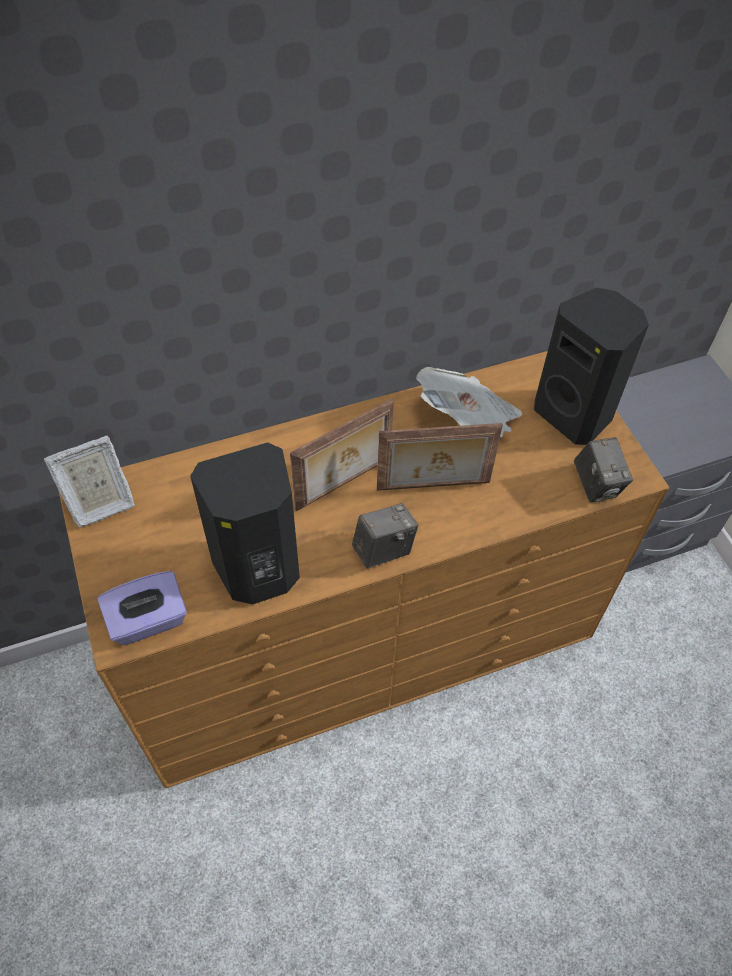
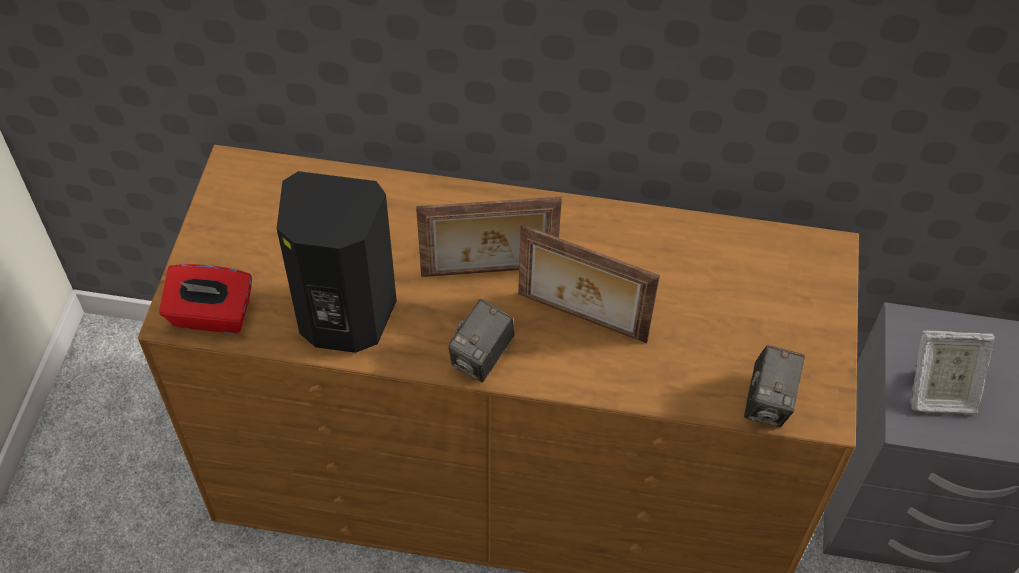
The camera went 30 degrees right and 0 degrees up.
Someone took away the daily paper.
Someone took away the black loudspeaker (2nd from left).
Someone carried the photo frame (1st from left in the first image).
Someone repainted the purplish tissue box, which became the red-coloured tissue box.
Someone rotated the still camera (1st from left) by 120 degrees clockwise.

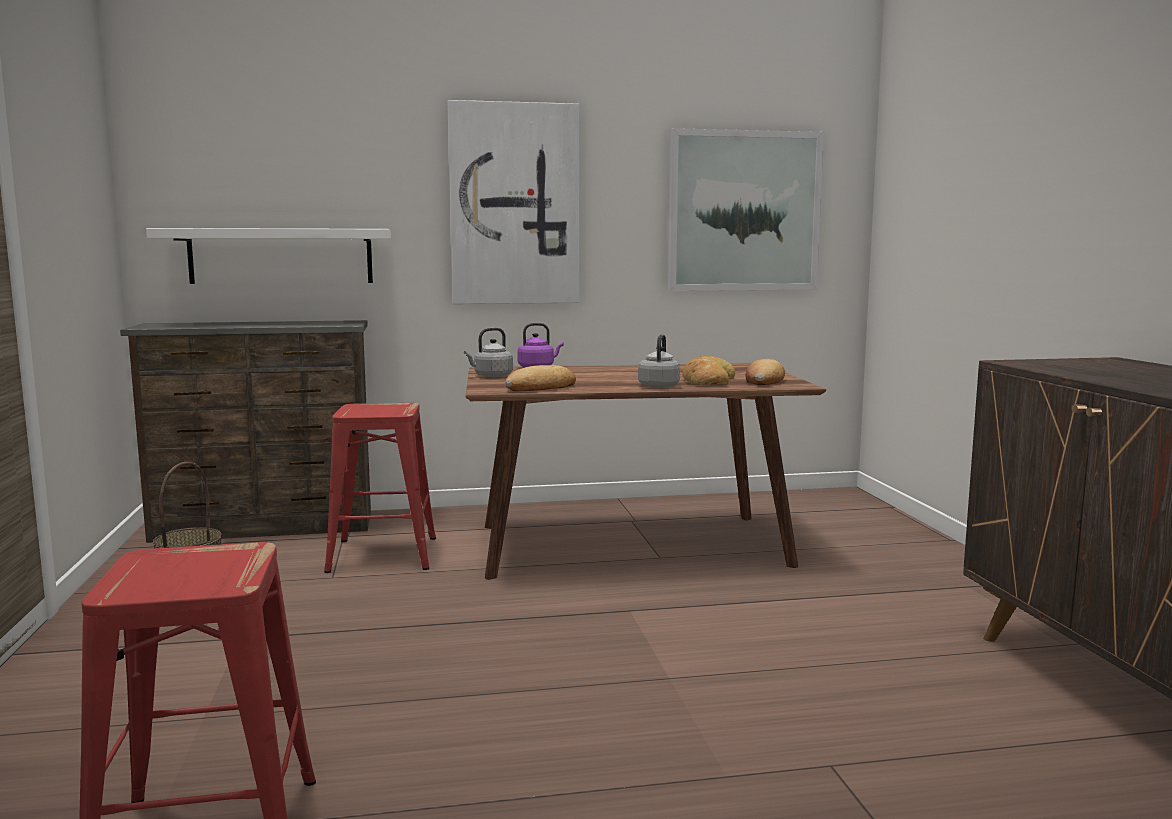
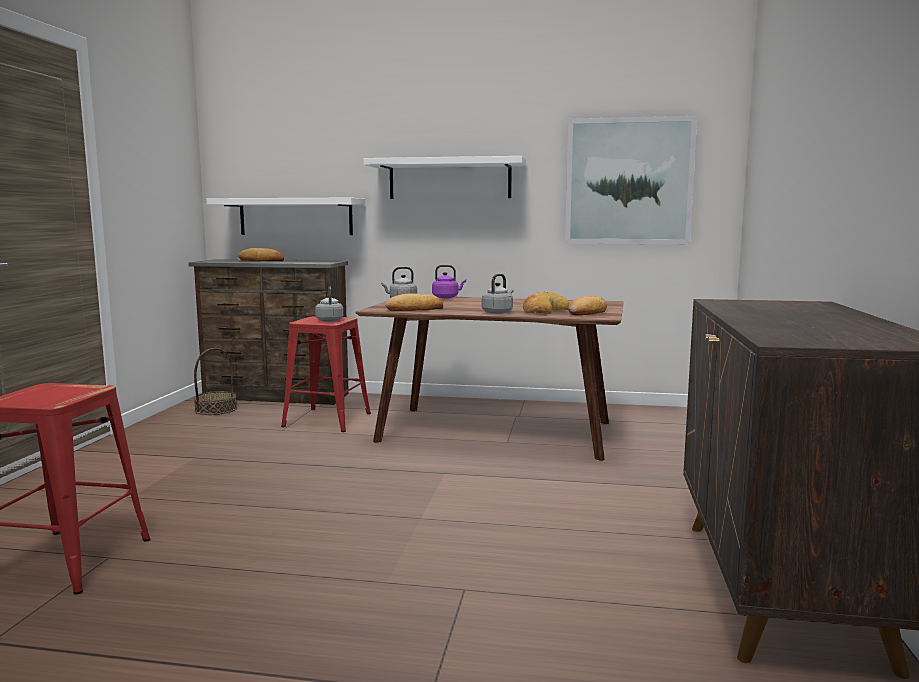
The camera went 20 degrees right and 0 degrees up.
Someone put down the bakery bread (1st from left).
Someone put down the gray tea kettle (1st from left).
Someone swapped the picture (1st from left) for the white wall shelf (2nd from left).

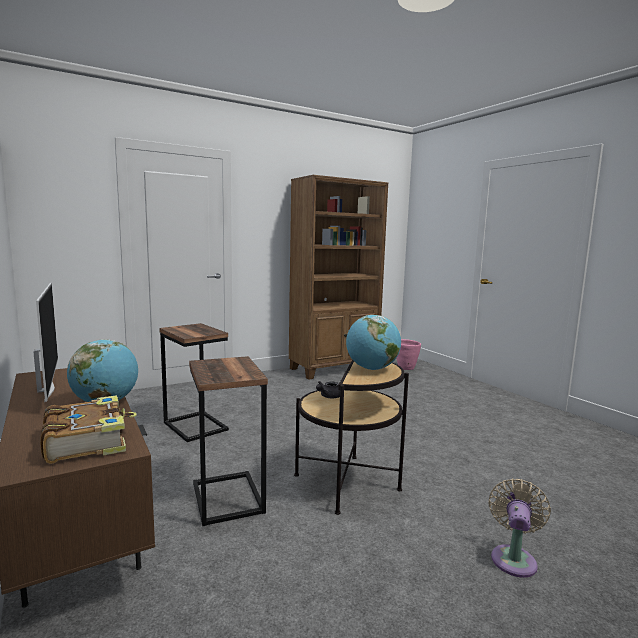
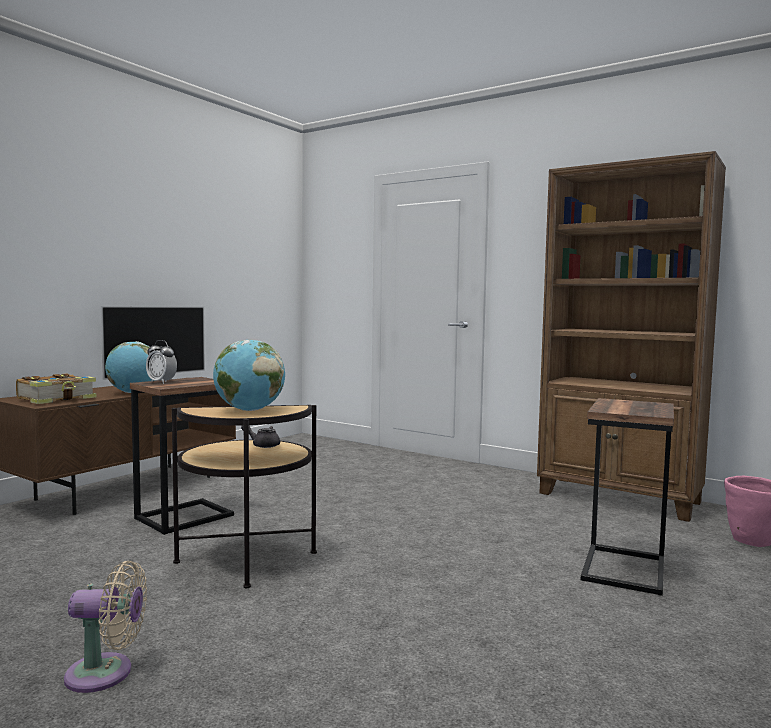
The camera went 65 degrees right and 5 degrees down.
Someone put down the alarm clock.
Someone carried the accent table (1st from left in the first image).

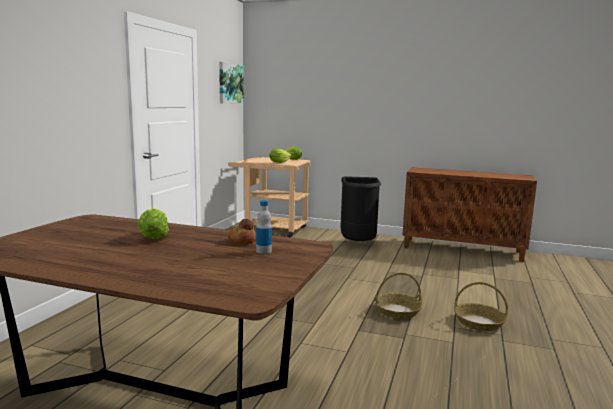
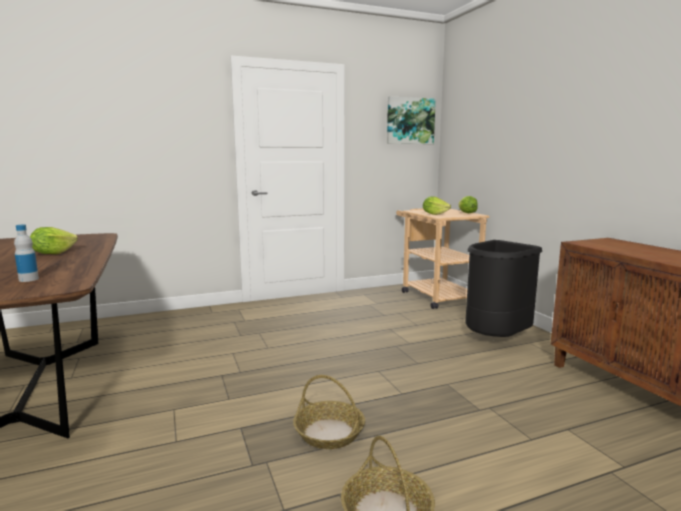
The camera went 50 degrees right and 0 degrees up.
Someone took away the bakery bread.

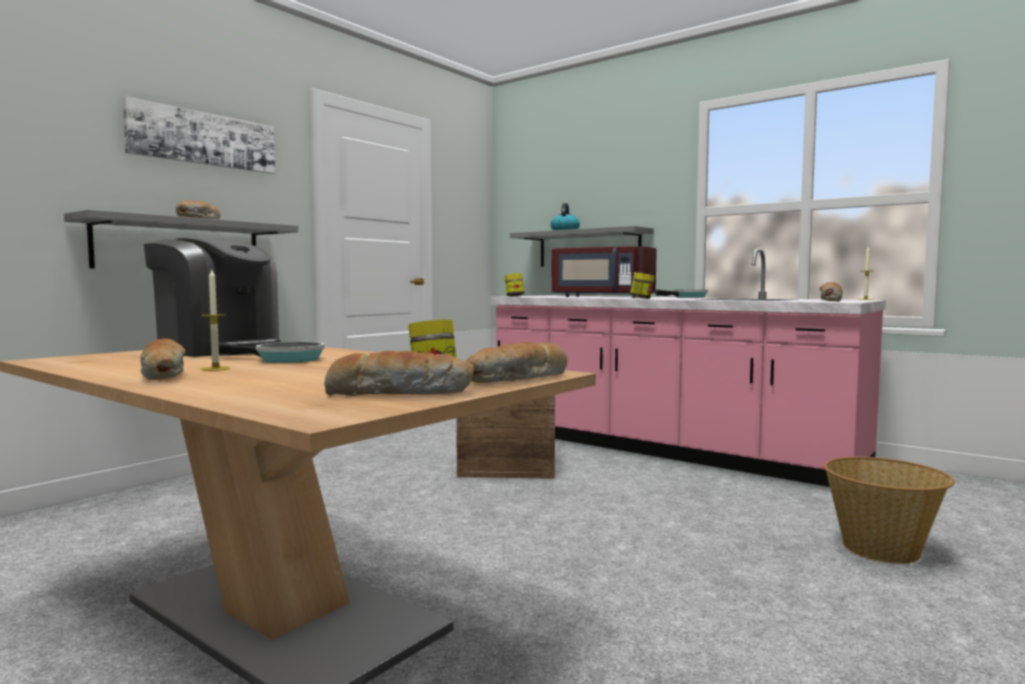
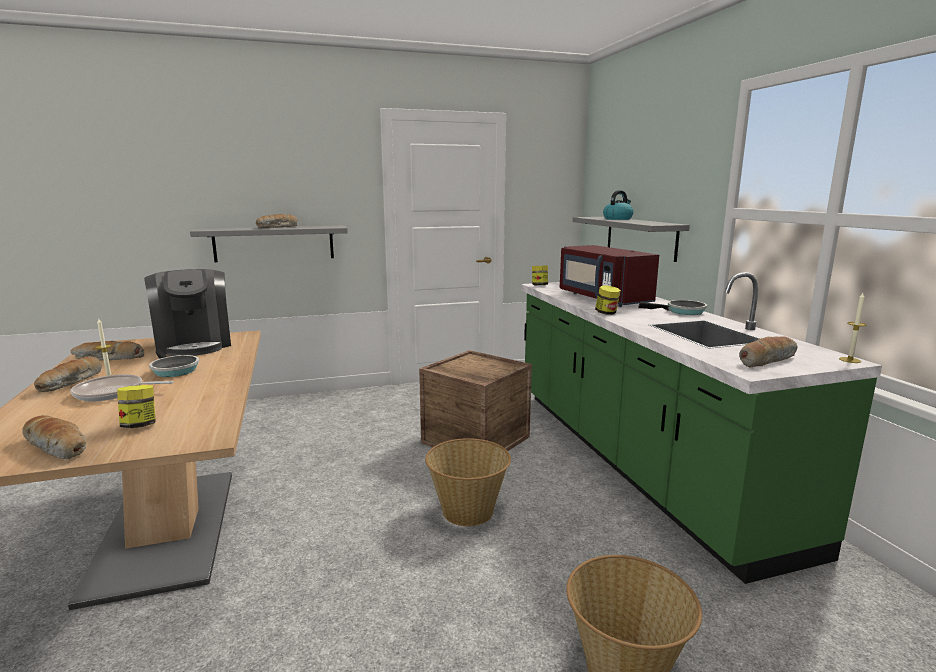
The camera went 35 degrees right and 10 degrees up.
Someone took away the picture.
Someone put down the skillet (1st from left).
Someone put down the storage basket (1st from left).
Someone carried the bakery bread (4th from left in the first image).
Someone repainted the pinkish counter, which became the green-coloured counter.

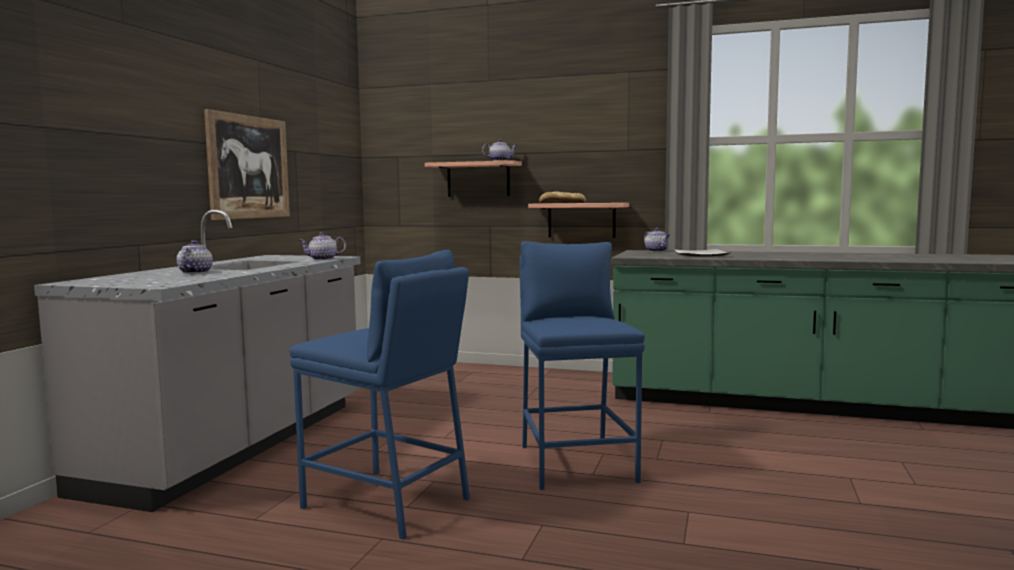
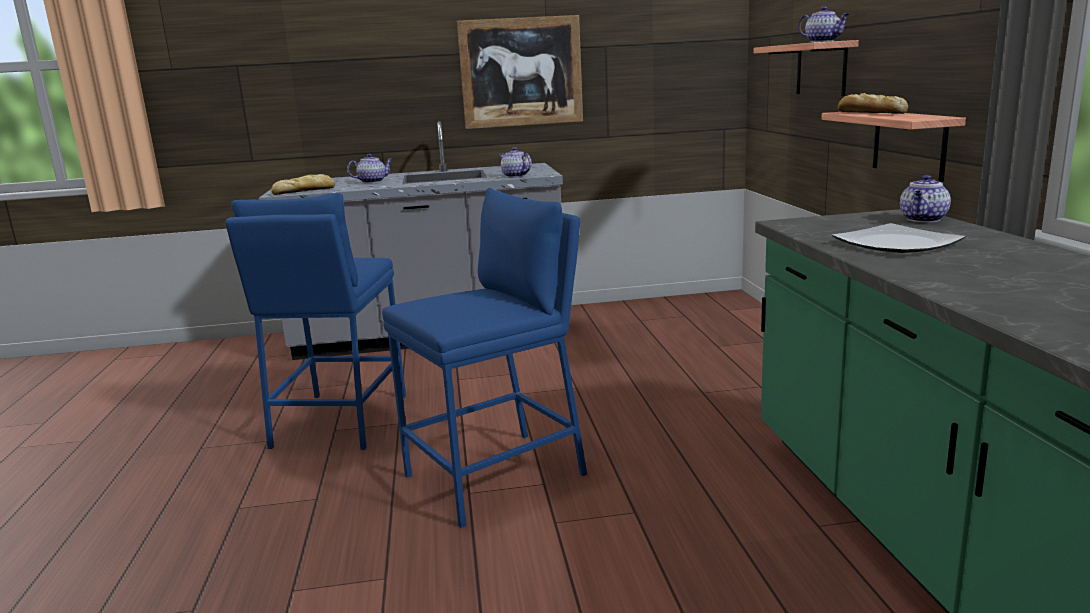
The camera went 65 degrees right and 10 degrees up.
Someone put down the bakery bread (1st from left).

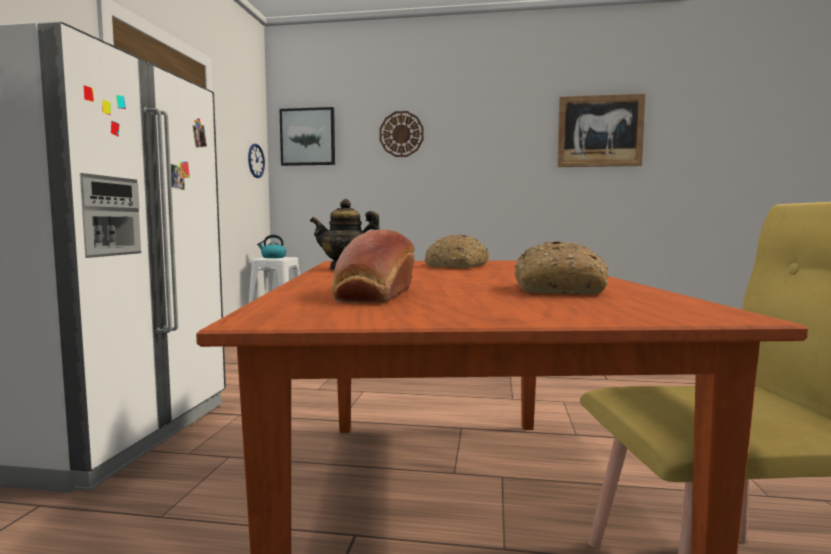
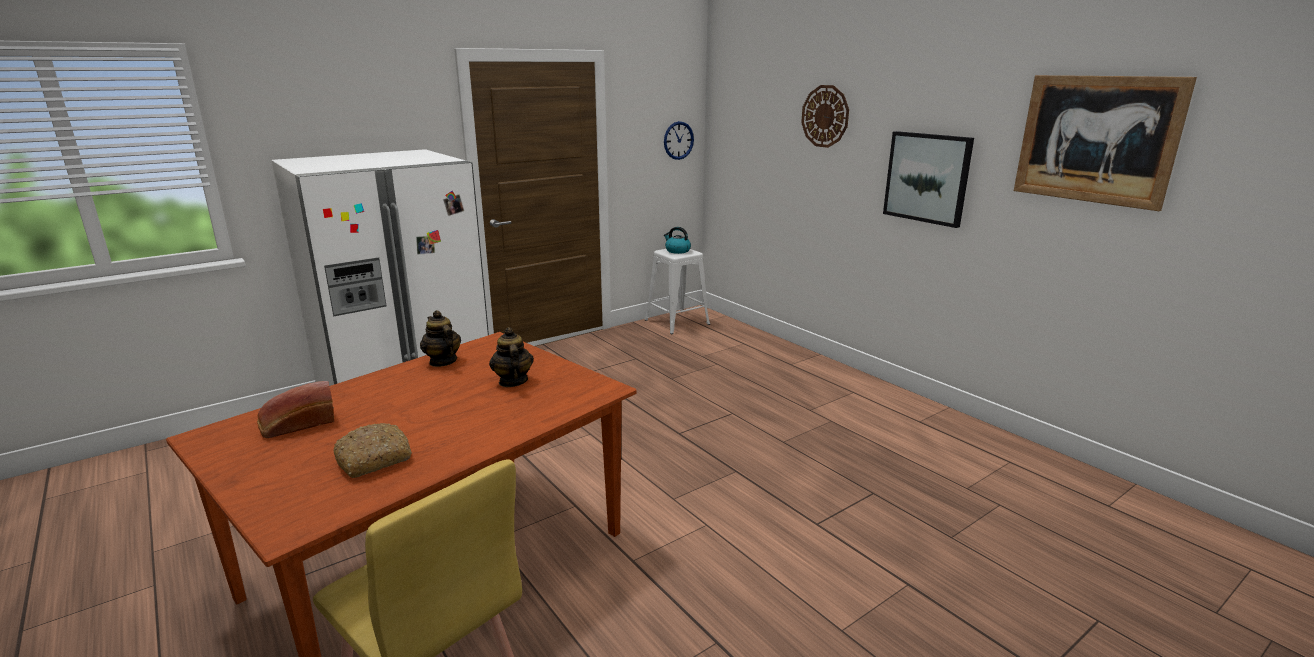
The camera went 45 degrees right and 15 degrees up.
Someone carried the picture (1st from left).
Someone swapped the bakery bread (2nd from left) for the tea pot (2nd from left).

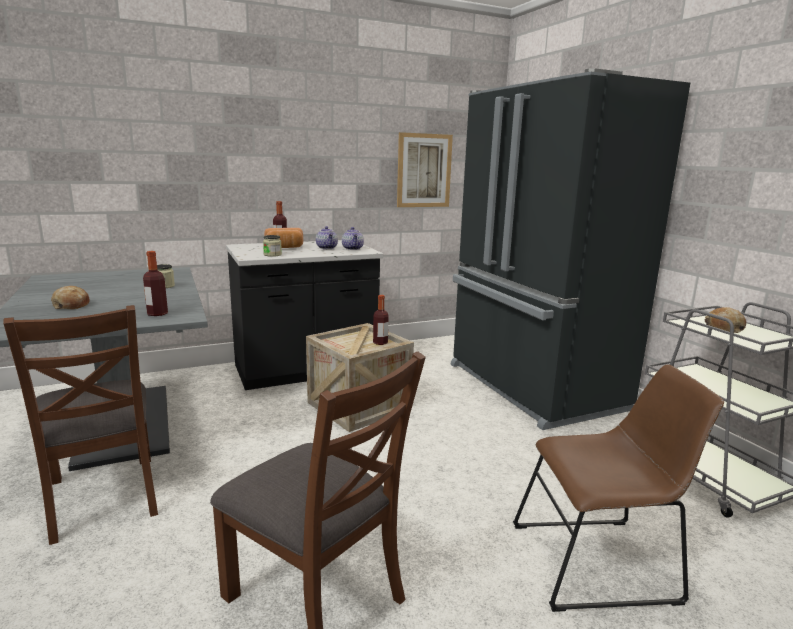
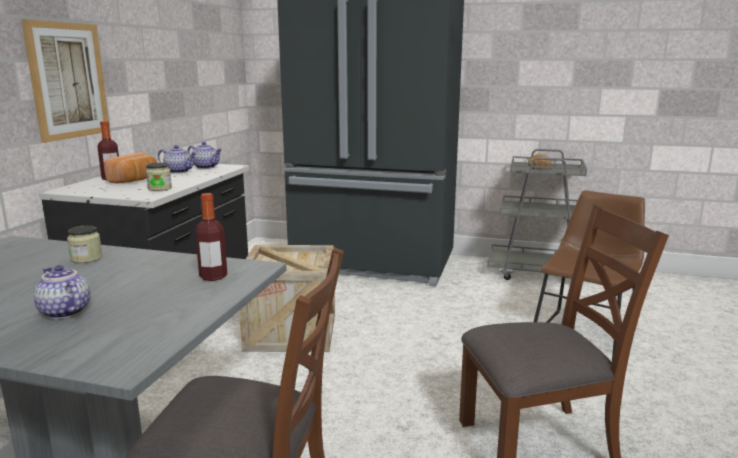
The camera went 50 degrees left and 0 degrees up.
Someone took away the bottle (3rd from left).
Someone carried the picture.
Someone swapped the bakery bread (1st from left) for the tea pot (1st from left).

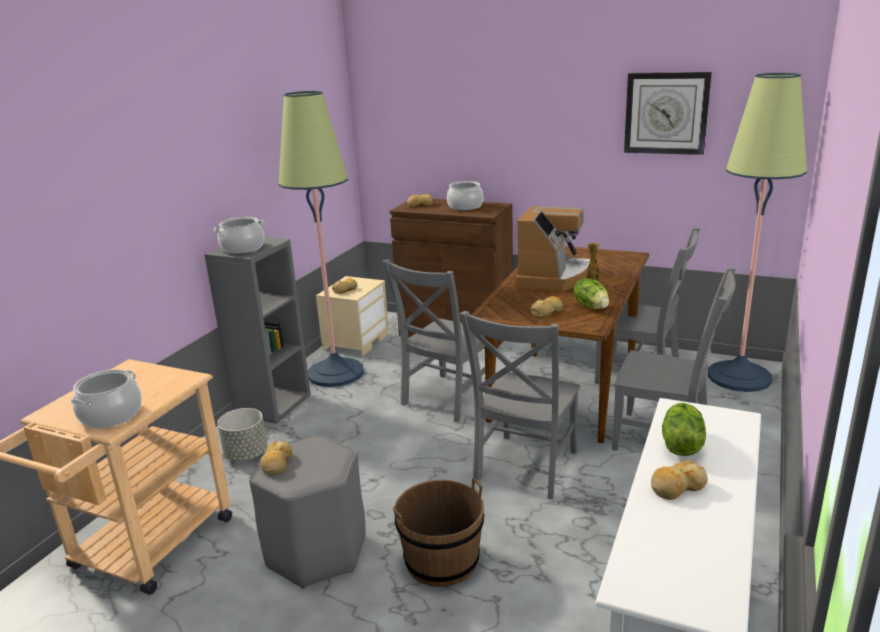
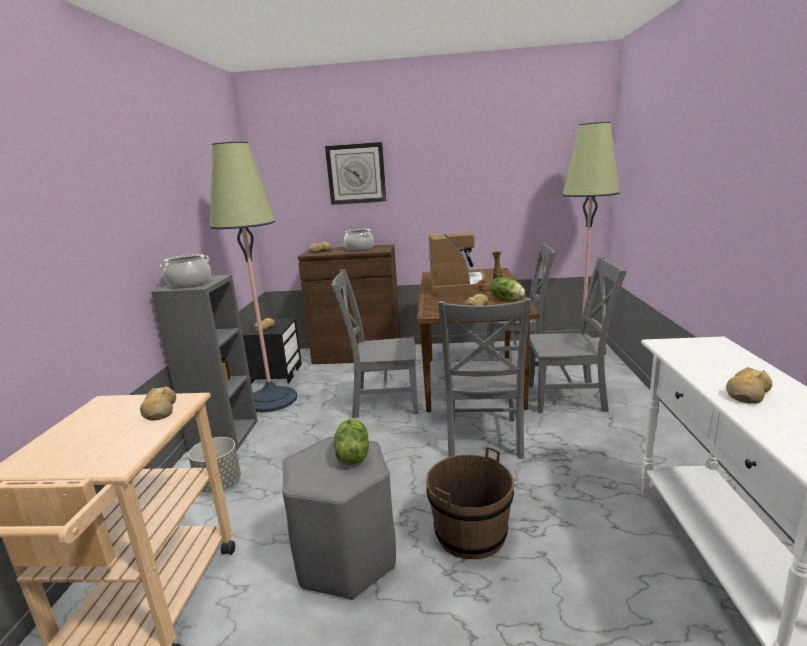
The camera went 20 degrees left and 5 degrees down.
Someone took away the cooking pot (1st from left).
Someone carried the bakery bread (1st from left).
Someone carried the clock on the wall.
Someone carried the head of lettuce (2nd from left in the first image).
Someone repainted the sand-coloured bedside table, which became the black bedside table.
Someone rotated the gray upright chair (1st from left) by 75 degrees clockwise.

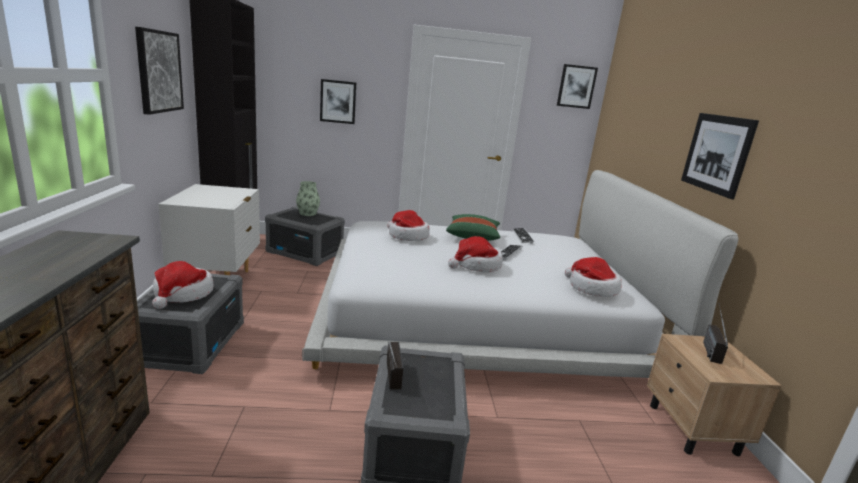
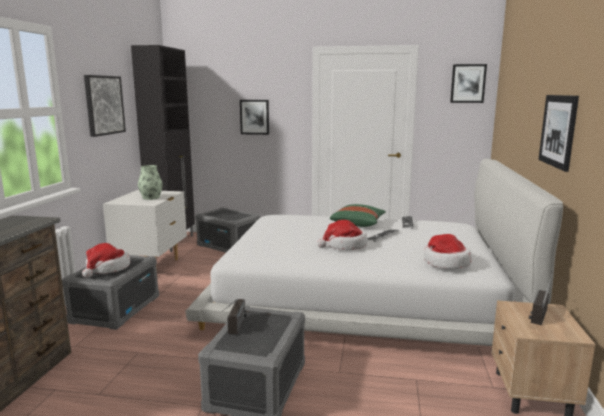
The camera went 15 degrees right and 5 degrees down.
Someone took away the wearable hat (2nd from left).
Someone carried the decorative vase.

